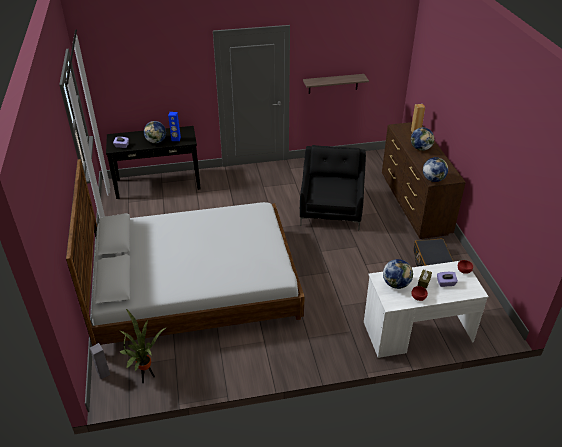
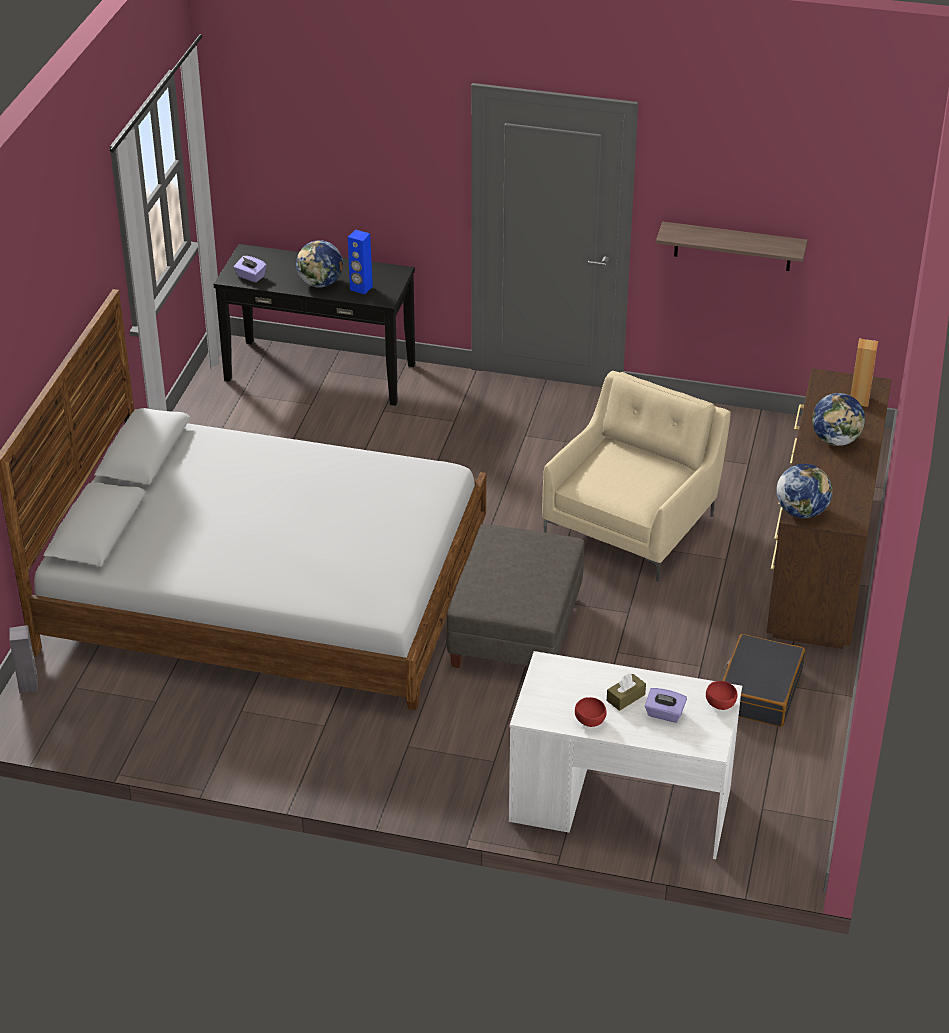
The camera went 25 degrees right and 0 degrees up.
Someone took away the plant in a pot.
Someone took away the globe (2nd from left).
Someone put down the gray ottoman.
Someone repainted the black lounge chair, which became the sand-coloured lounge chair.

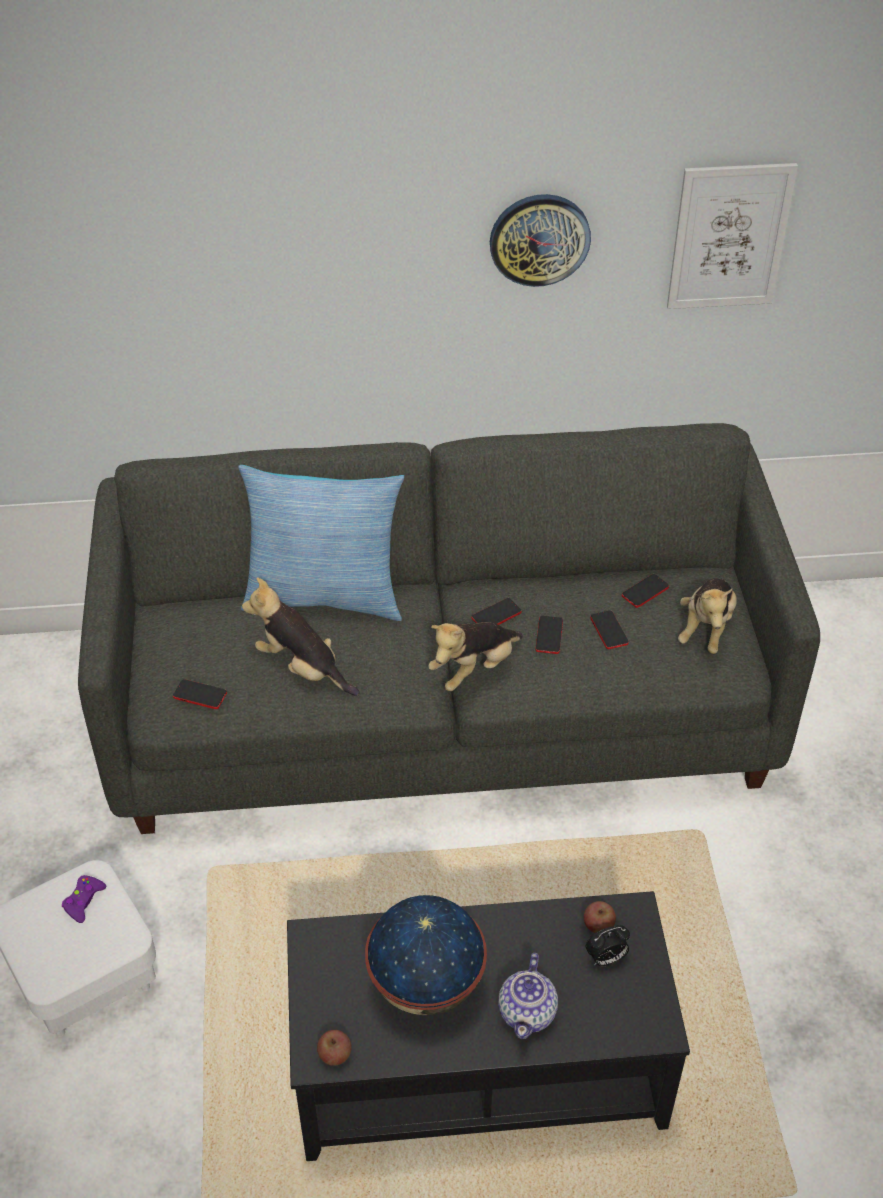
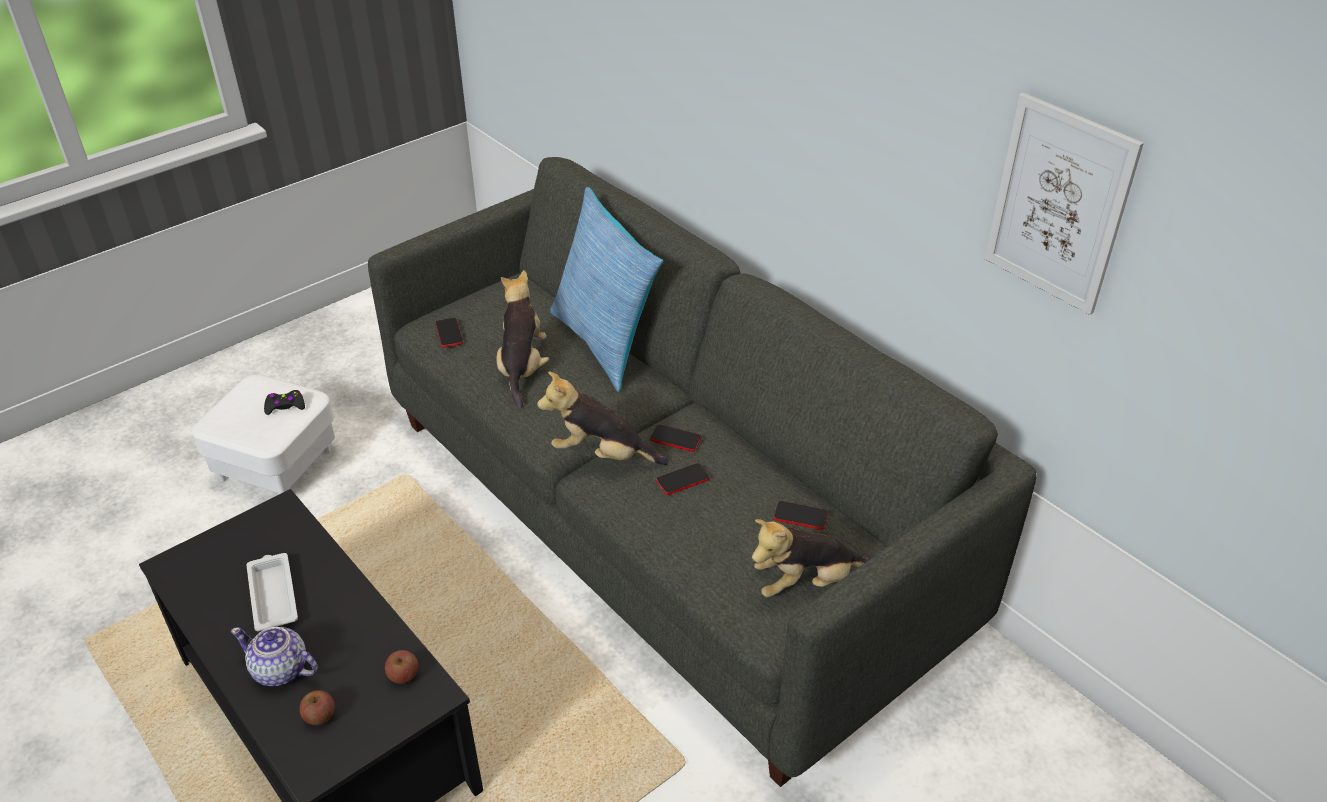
The camera went 55 degrees right and 5 degrees down.
Someone took away the clock on the wall.
Someone took away the alarm clock.
Someone took away the phone (4th from left).
Someone carried the apple (1st from left).
Someone swapped the globe for the white carrying tray.
Someone repainted the purplish joypad, which became the black joypad.
Someone rotated the tea pot by 45 degrees clockwise.

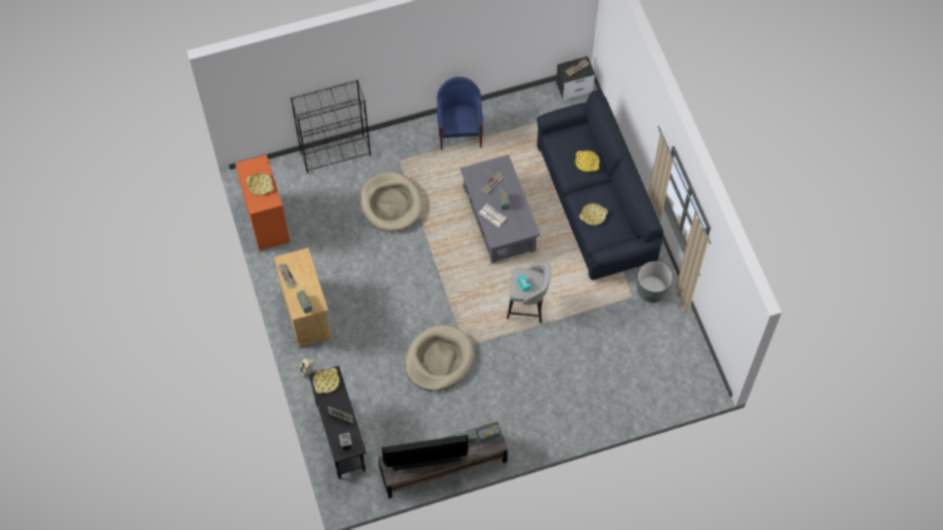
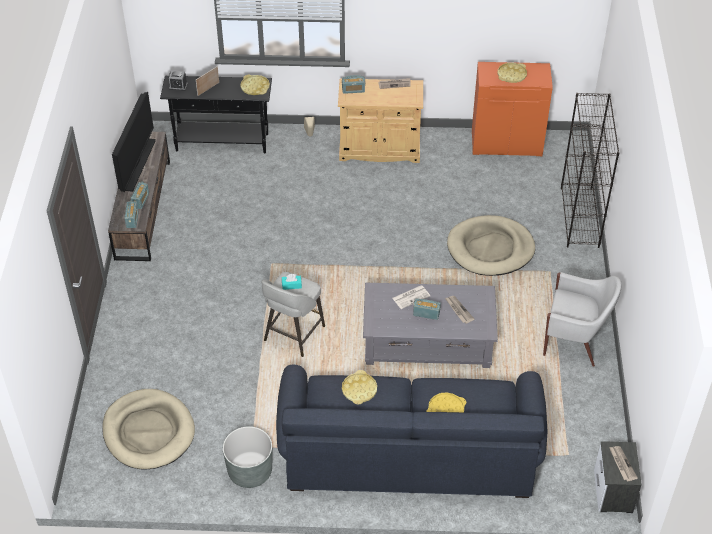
The camera went 110 degrees right and 15 degrees down.
Someone carried the sand-coloured dog bed (2nd from left in the first image).
Someone repainted the blue lounge chair, which became the white lounge chair.

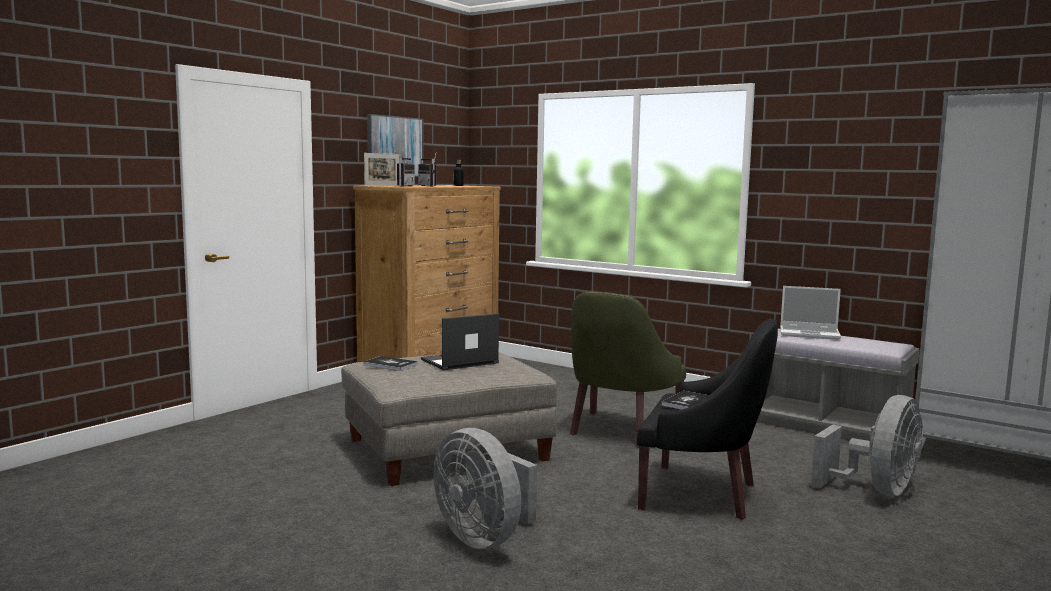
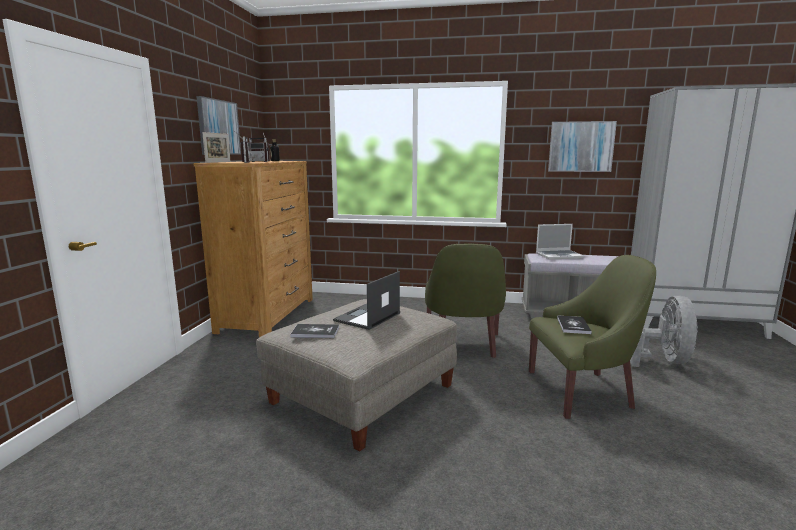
The camera went 25 degrees left and 5 degrees up.
Someone took away the gray fan (1st from left).
Someone put up the picture (2nd from left).
Someone repainted the black lounge chair, which became the green-coloured lounge chair (2nd from left).

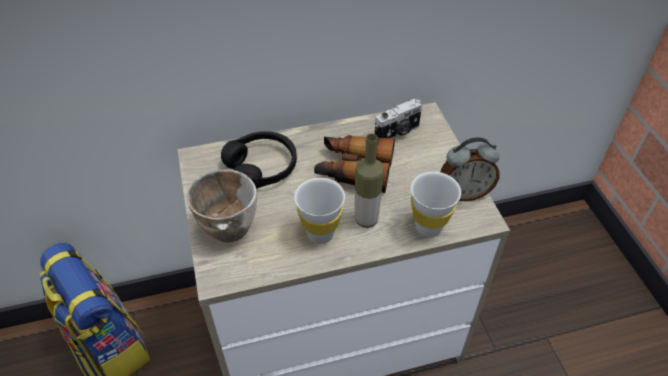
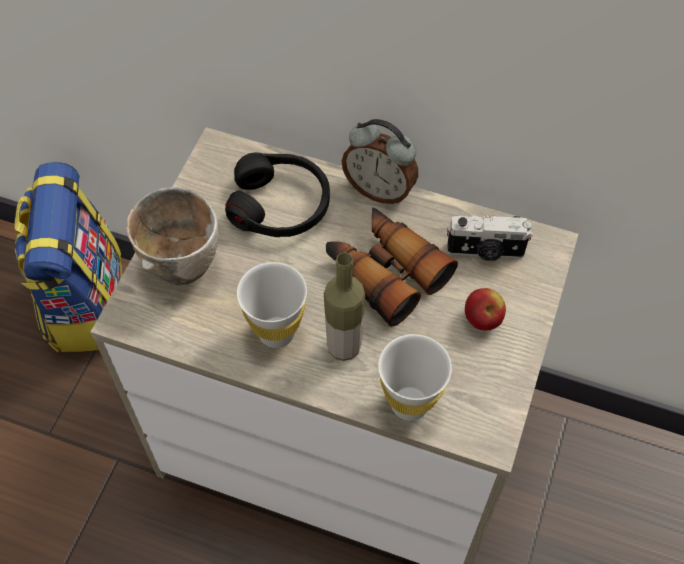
The camera went 35 degrees right and 10 degrees up.
Someone put down the apple.
Someone carried the alarm clock.

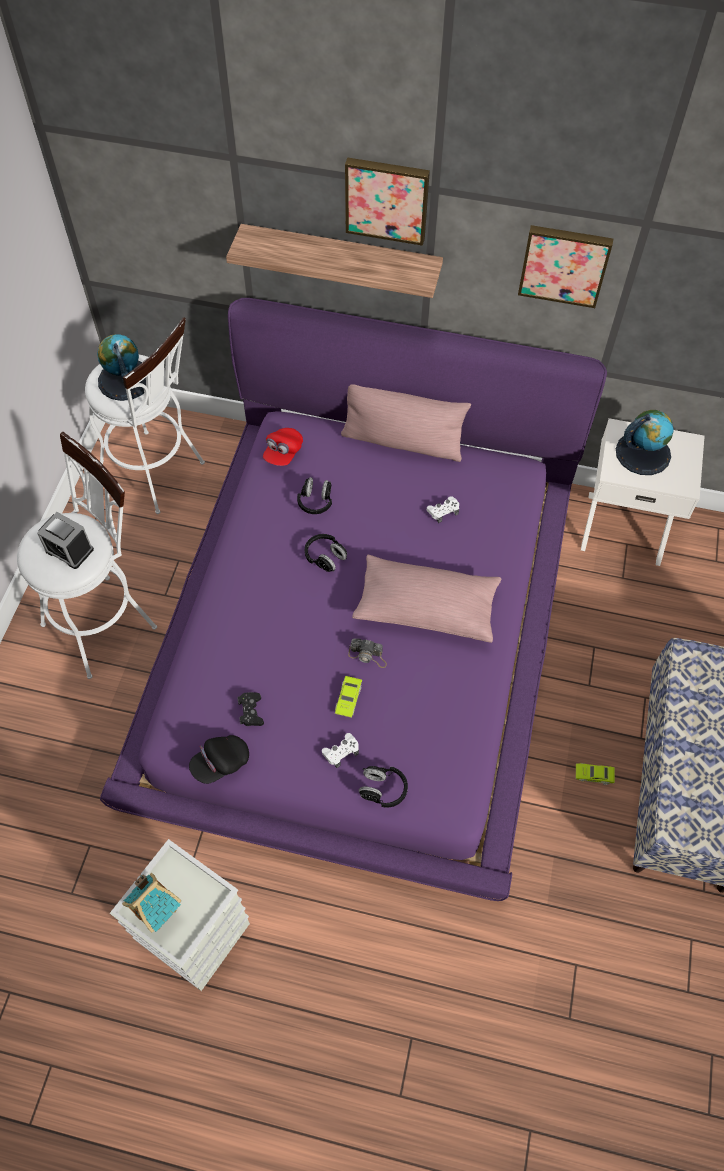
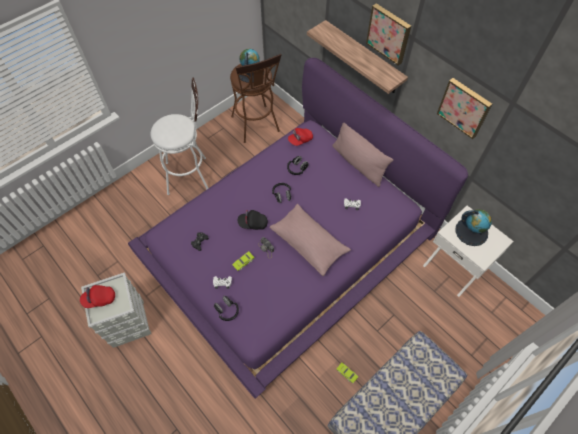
The camera went 35 degrees right and 0 degrees up.
Someone took away the alarm clock.
Someone carried the black cap.
Someone swapped the toy house for the red-coloured cap (1st from left).
Someone repainted the white sitting stool (2nd from left), which became the brown sitting stool.

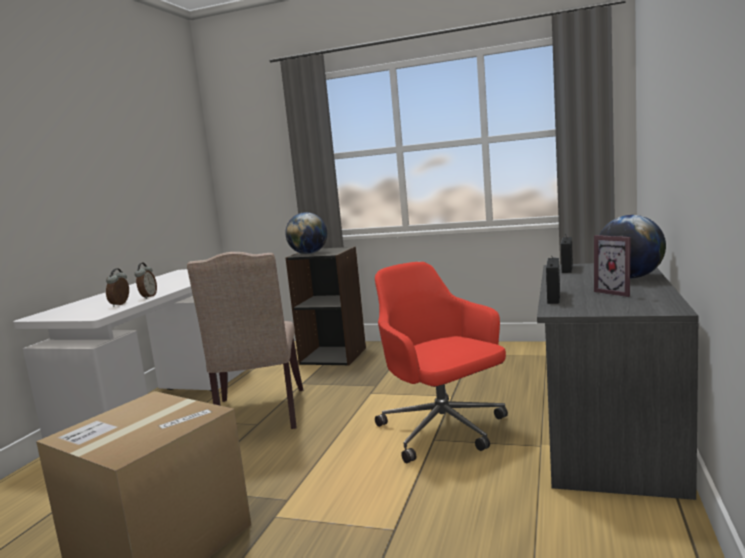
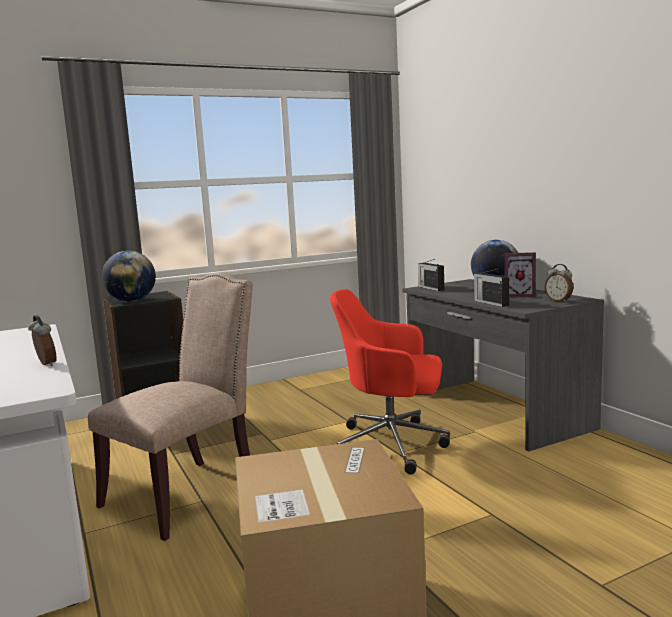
The camera went 45 degrees left and 0 degrees up.
Someone carried the alarm clock (1st from left in the first image).
Someone rotated the sand-coloured upright chair by 90 degrees counterclockwise.

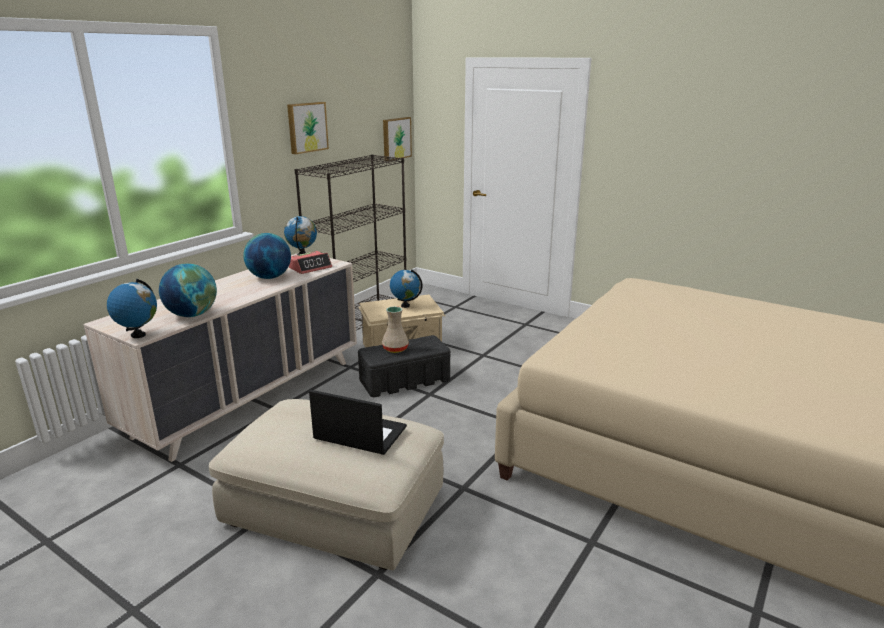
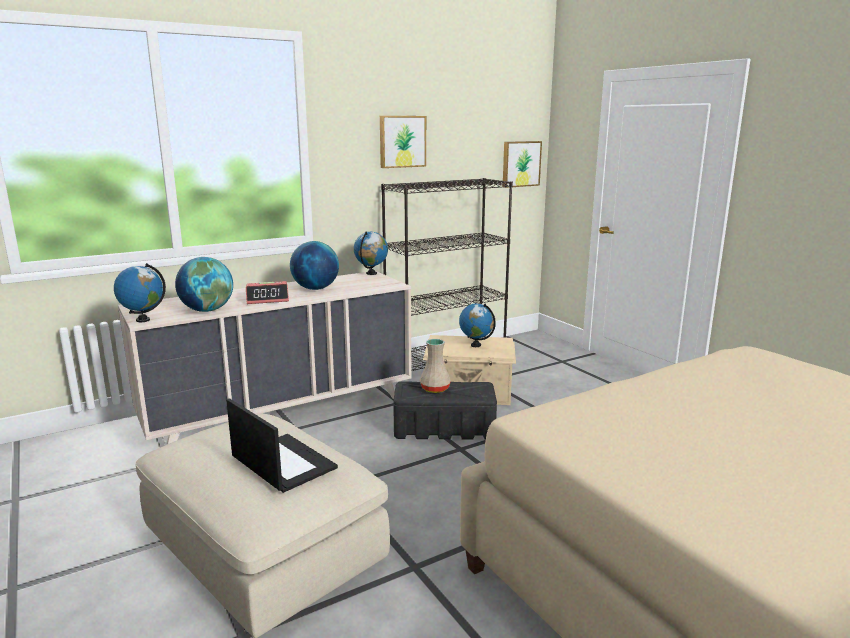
The camera went 25 degrees right and 5 degrees down.
Someone carried the alarm clock.

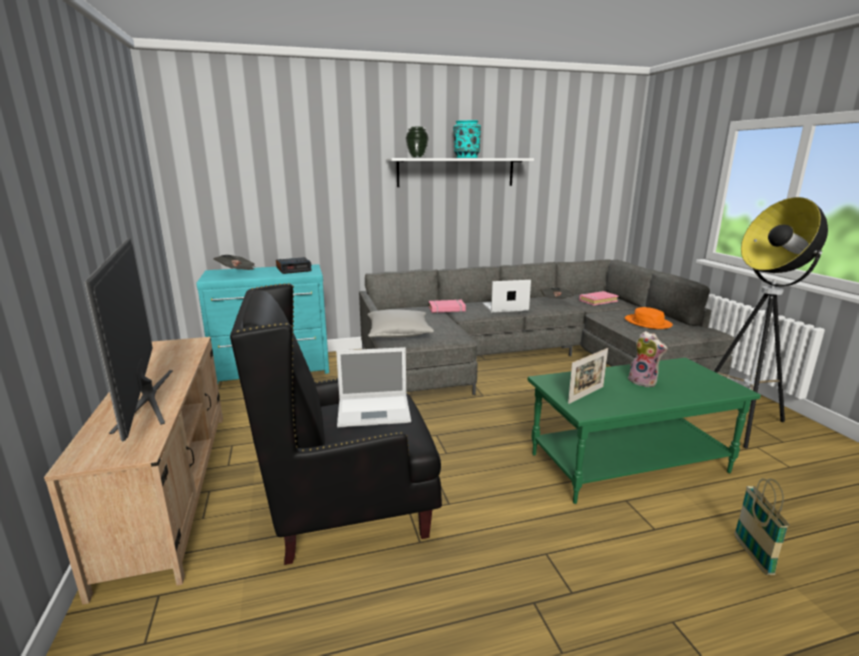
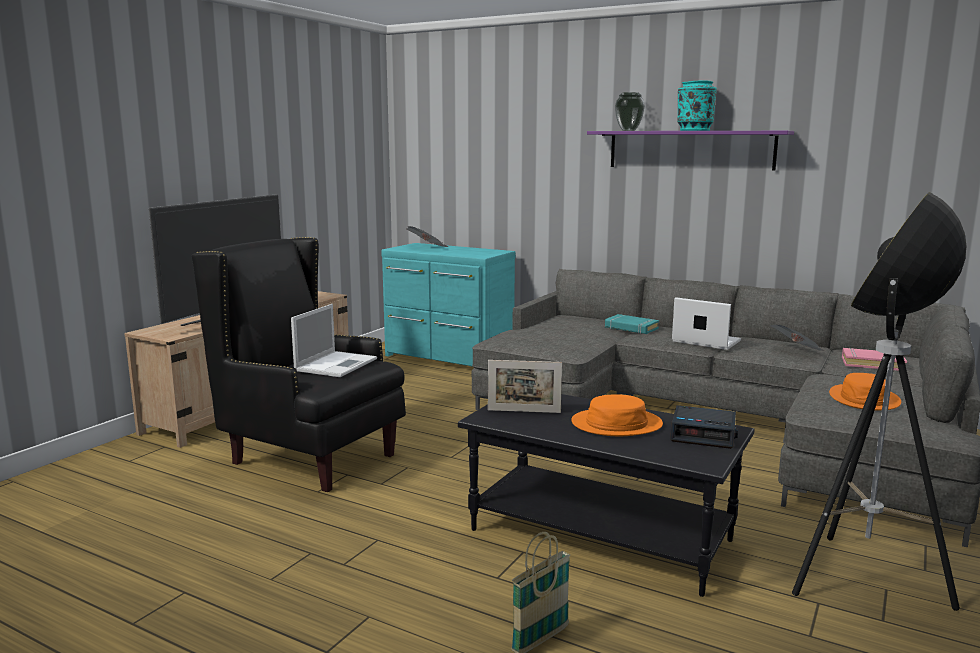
The camera went 45 degrees right and 5 degrees down.
Someone took away the gray throw pillow.
Someone carried the alarm clock.
Someone swapped the cuddly toy for the orange wearable hat (1st from left).
Someone repainted the white wall shelf, which became the purplish wall shelf.
Someone repainted the pinkish bound book (1st from left), which became the blue-green bound book.
Someone repainted the green-coloured low table, which became the black low table.
Someone rotated the laptop (1st from left) by 105 degrees counterclockwise.

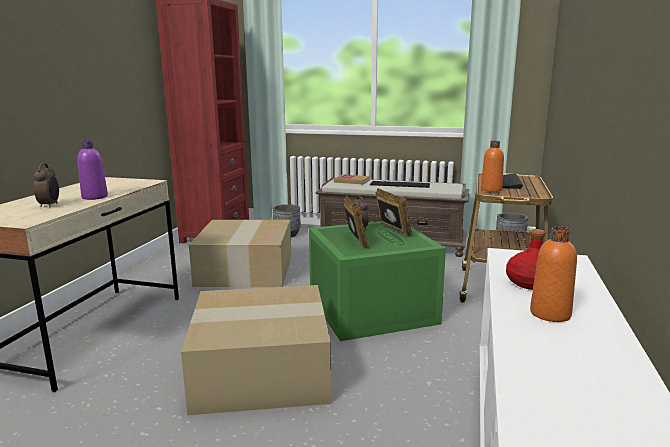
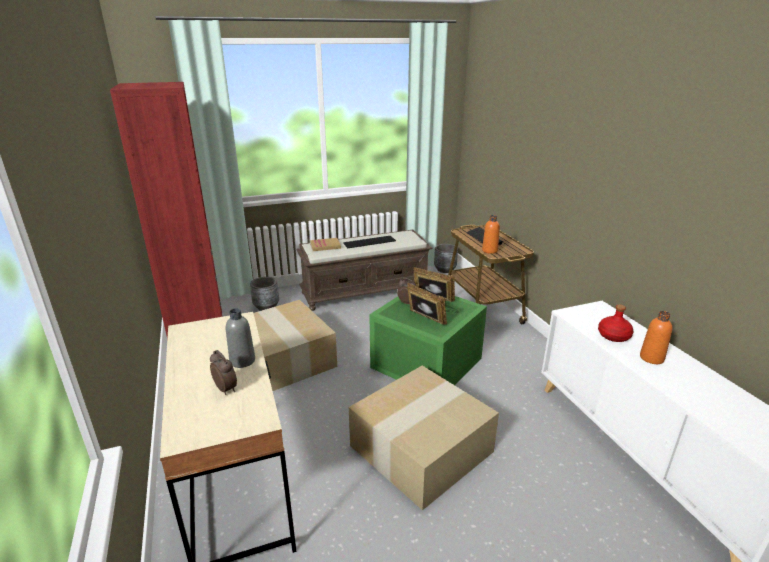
The camera went 35 degrees left and 10 degrees up.
Someone repainted the purplish bottle, which became the gray bottle.

